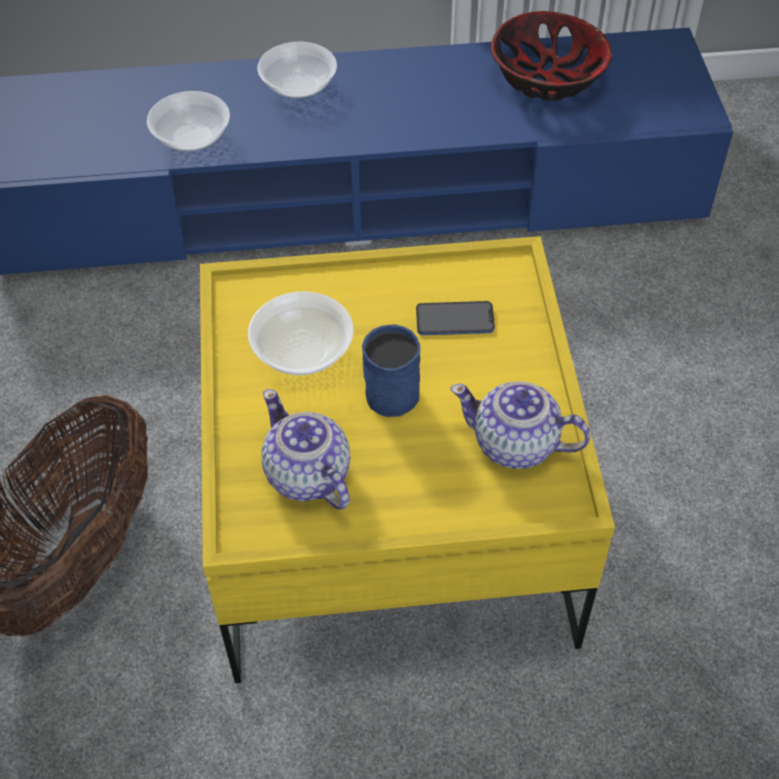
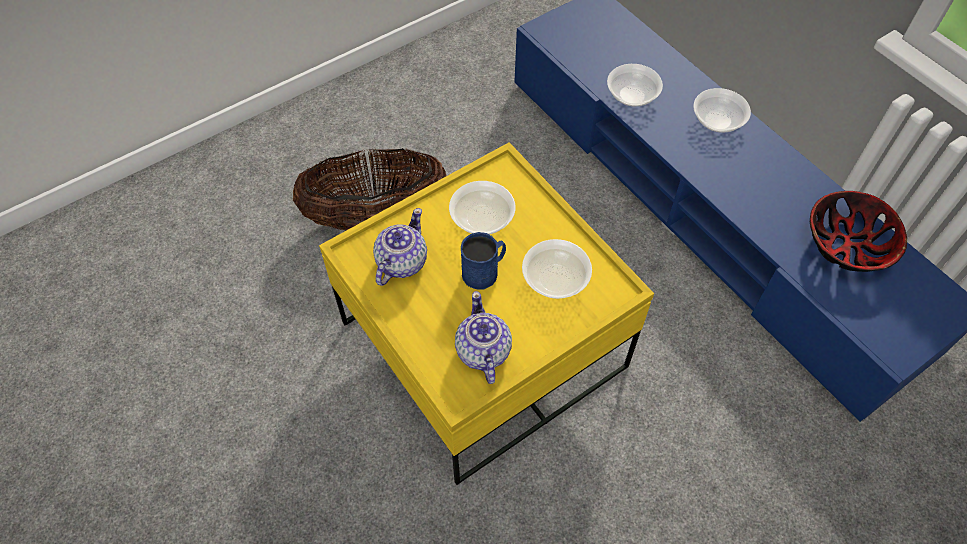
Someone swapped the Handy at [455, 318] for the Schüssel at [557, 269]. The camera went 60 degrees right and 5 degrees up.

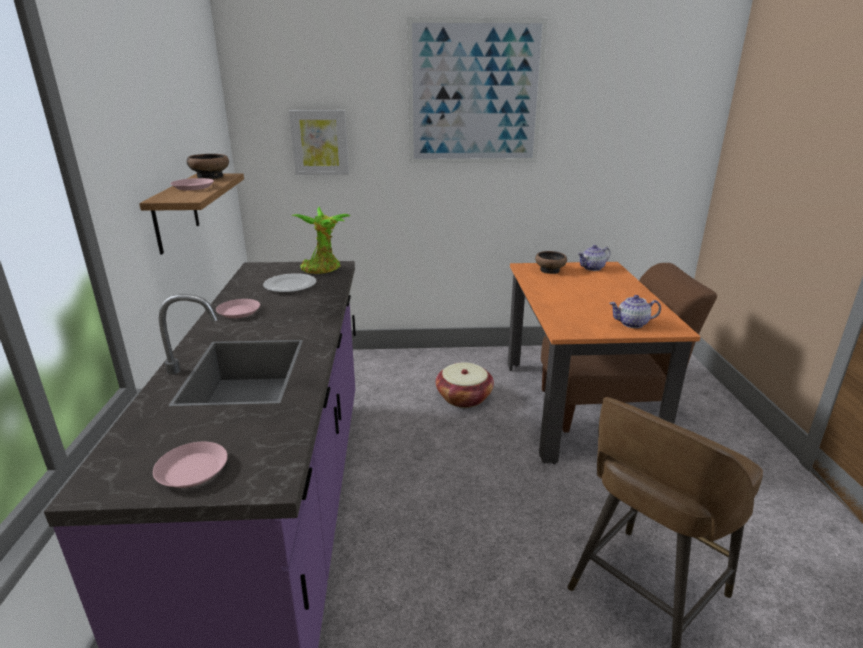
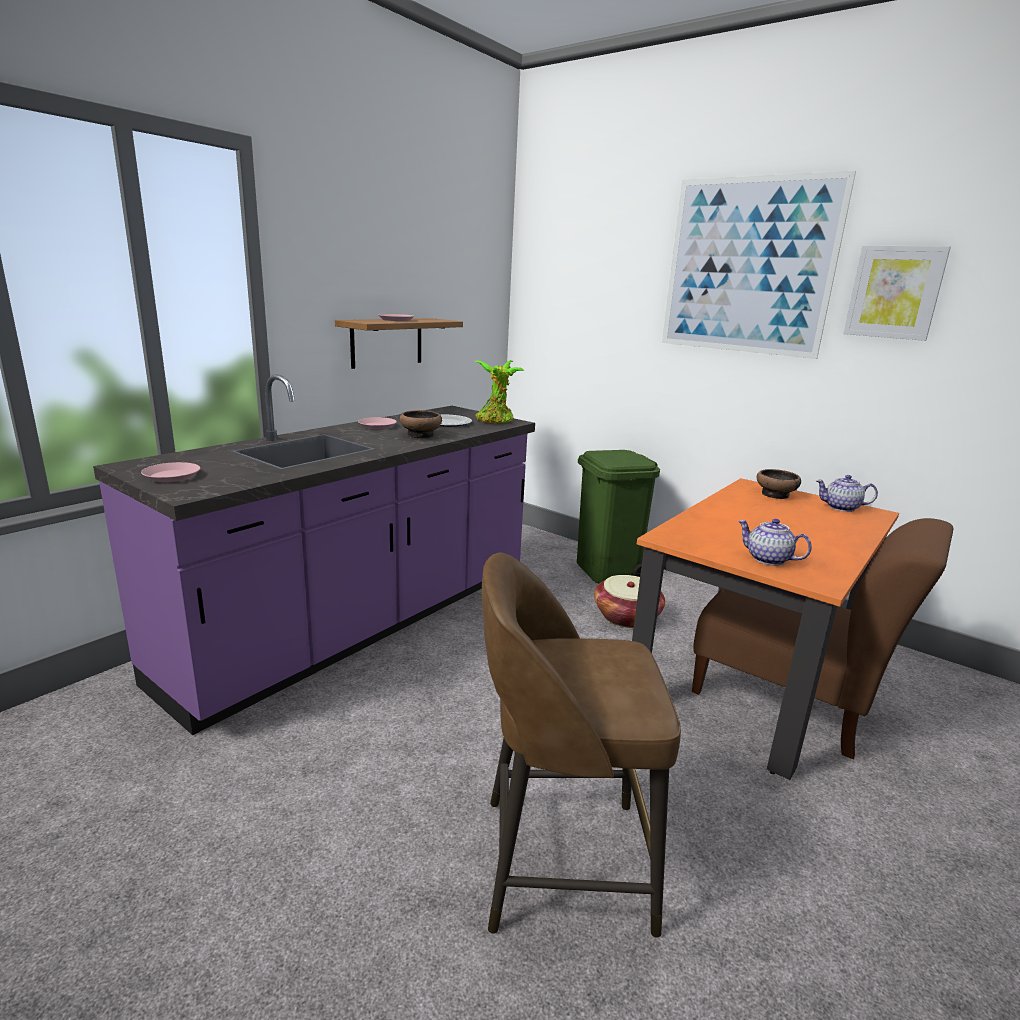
Someone put down the Mülleimer (grün) at [618, 517]. Someone carried the Schüssel from [208, 166] to [421, 424]. Someone carried the Bild from [319, 142] to [897, 293]. The camera went 40 degrees right and 5 degrees down.

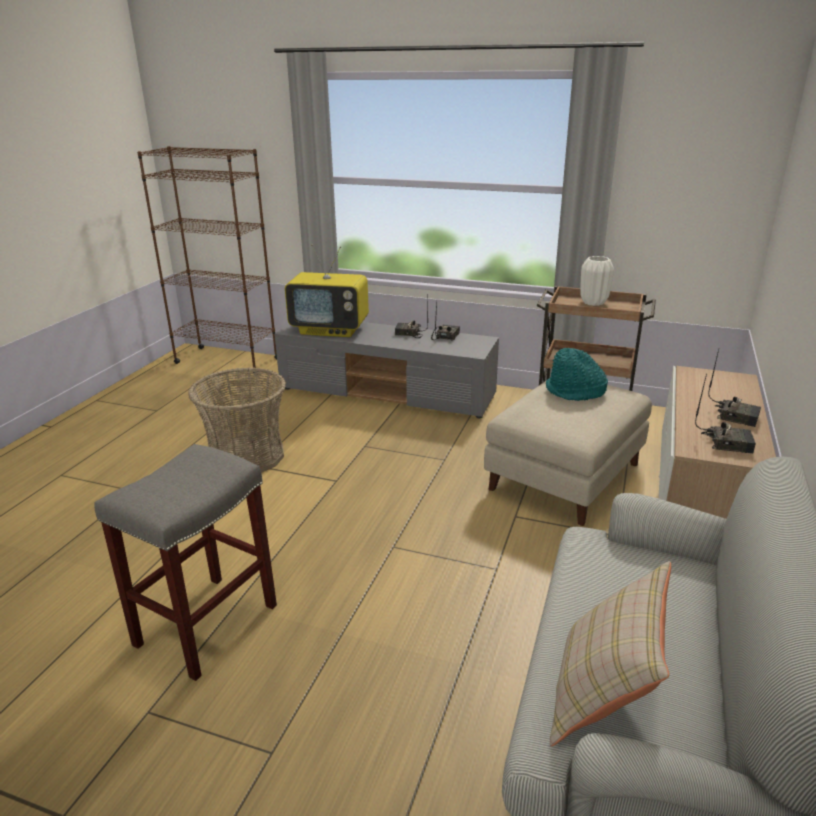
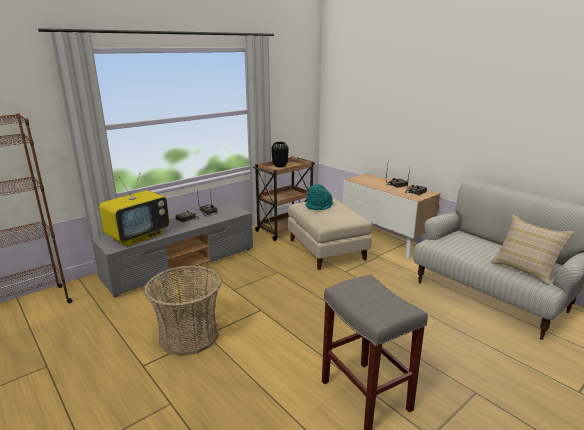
Someone repainted the Vase (weiß) at [597, 281], which became the Vase (schwarz) at [280, 155]. The camera went 60 degrees left and 5 degrees down.

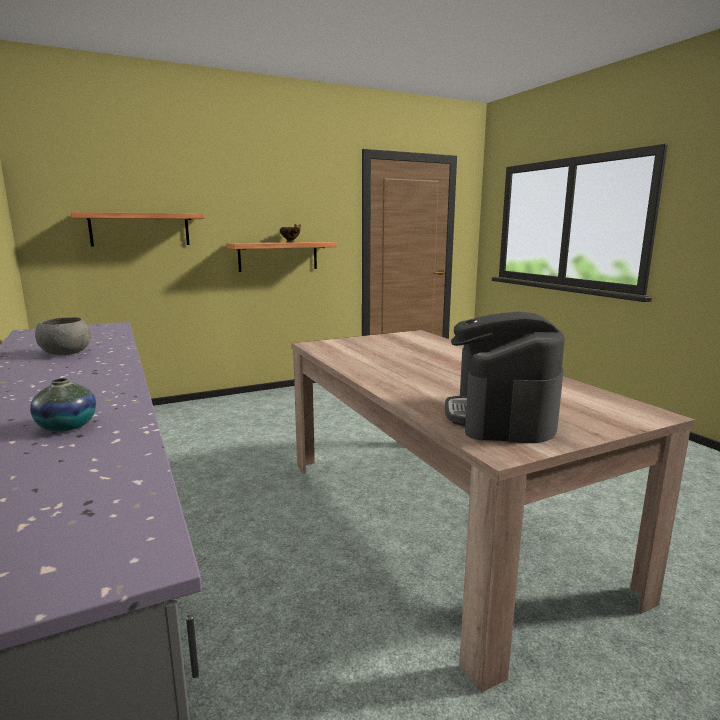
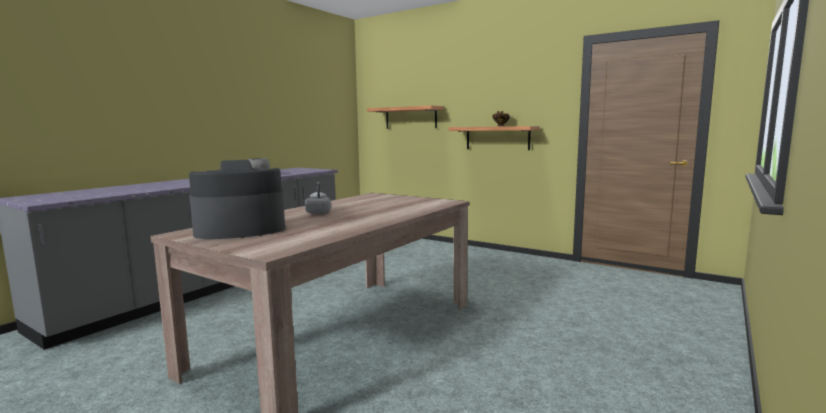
Someone took away the Vase at [63, 405]. Someone put down the Wasserkessel (grau) at [318, 198]. The camera went 60 degrees right and 5 degrees down.

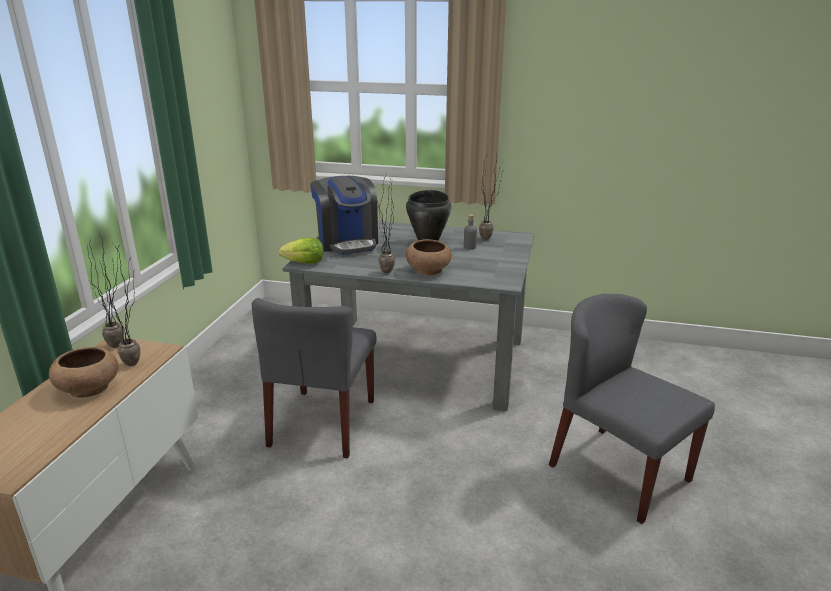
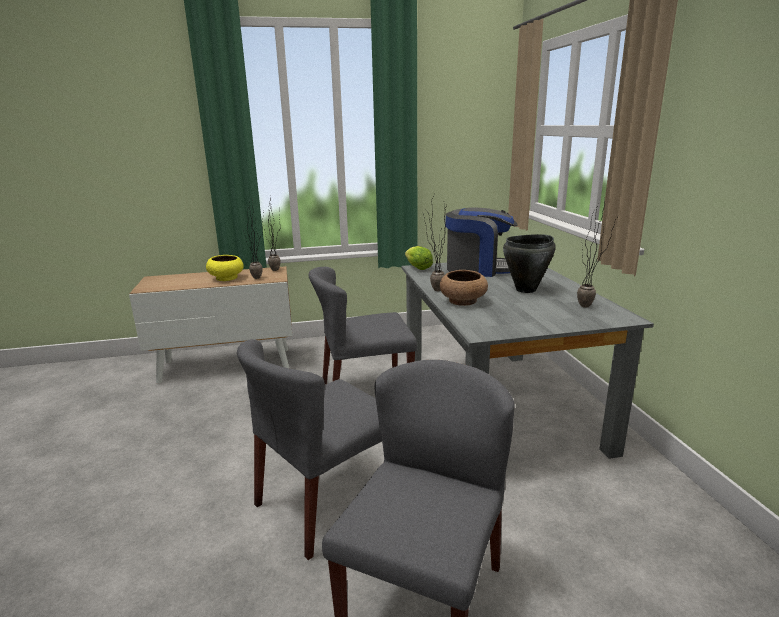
Someone took away the Flasche (grau) at [470, 232]. Someone put down the Stuhl (grau) at [309, 449]. Someone repainted the Schüssel (braun) at [84, 372], which became the Schüssel (gelb) at [225, 268]. Someone rotated the Kaffeemaschine at [344, 215] by 120 degrees counterclockwise. The camera went 65 degrees right and 5 degrees down.

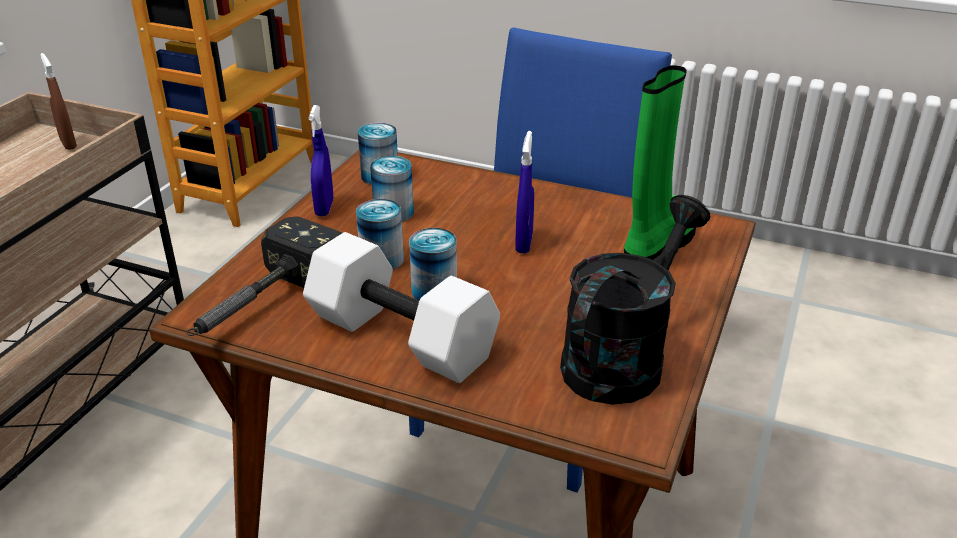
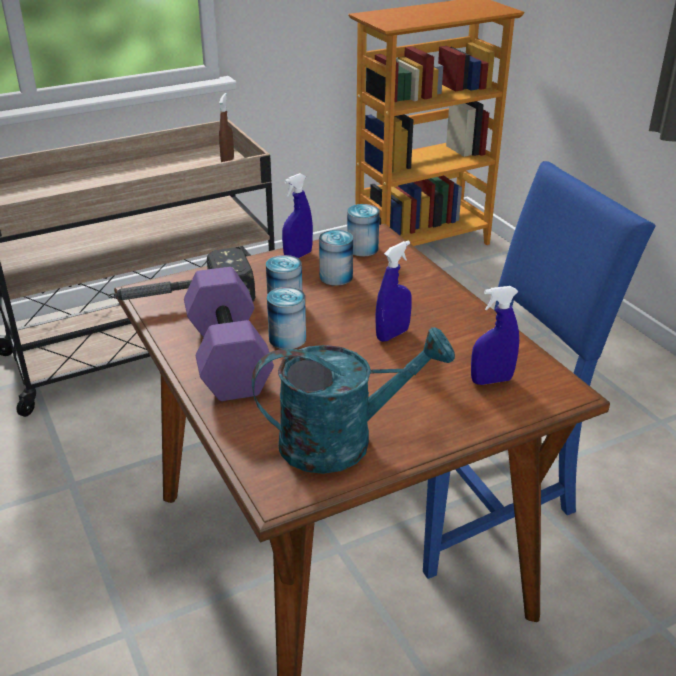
Someone swapped the Stiefel (grün) at [660, 162] for the Sprühflasche (blau) at [495, 335]. Someone repainted the Hantel (weiß) at [401, 307], which became the Hantel (lila) at [229, 334]. Someone repainted the Gießkanne (schwarz) at [635, 300], which became the Gießkanne (türkis) at [353, 400]. The camera went 40 degrees right and 0 degrees up.

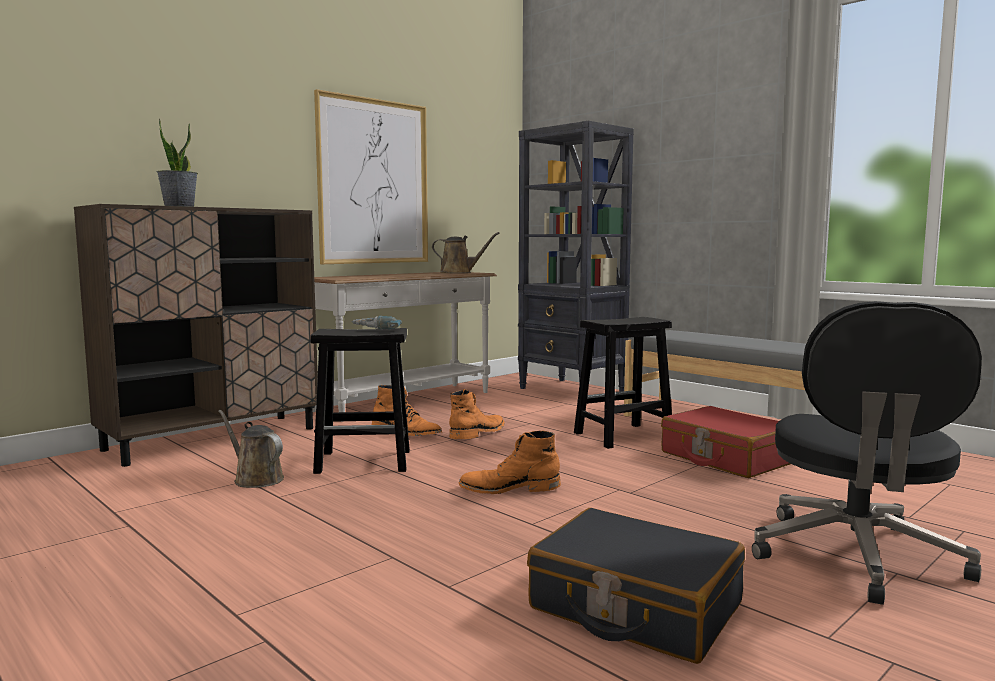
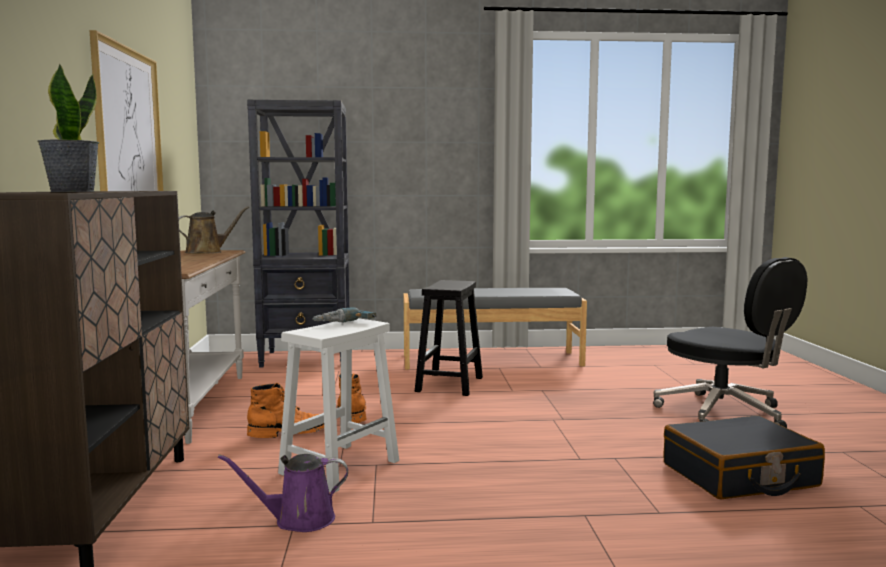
Someone took away the Stiefel (orange) at [510, 462]. Someone took away the Koffer (rot) at [725, 442]. Someone repainted the Gießkanne (braun) at [251, 449], which became the Gießkanne (lila) at [283, 493]. Someone repainted the Hocker (schwarz) at [360, 401], which became the Hocker (weiß) at [338, 405]. The camera went 50 degrees left and 0 degrees up.

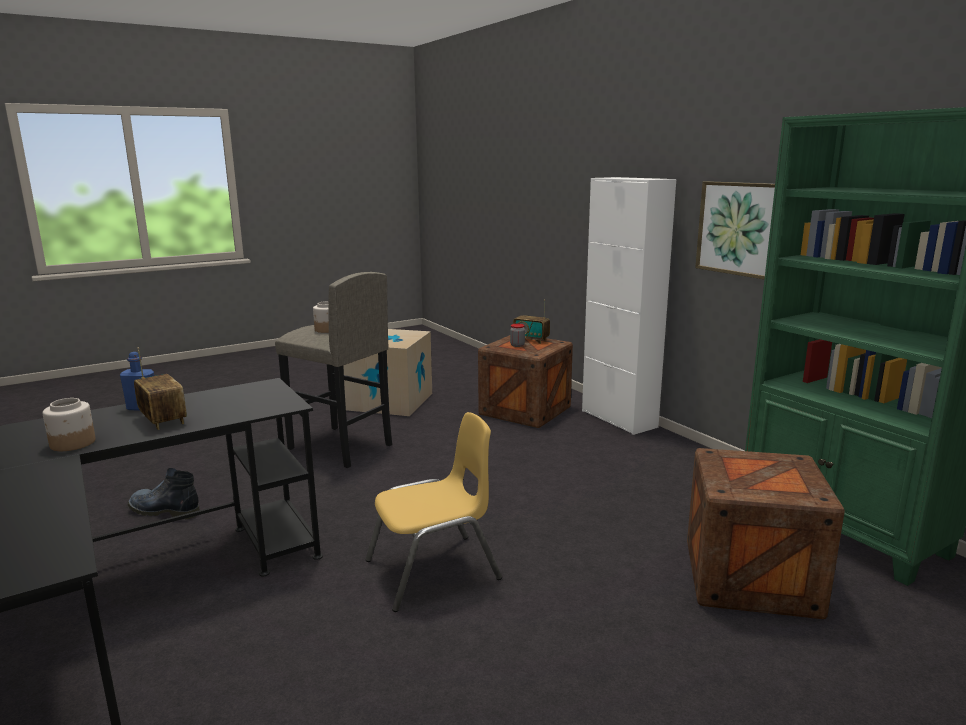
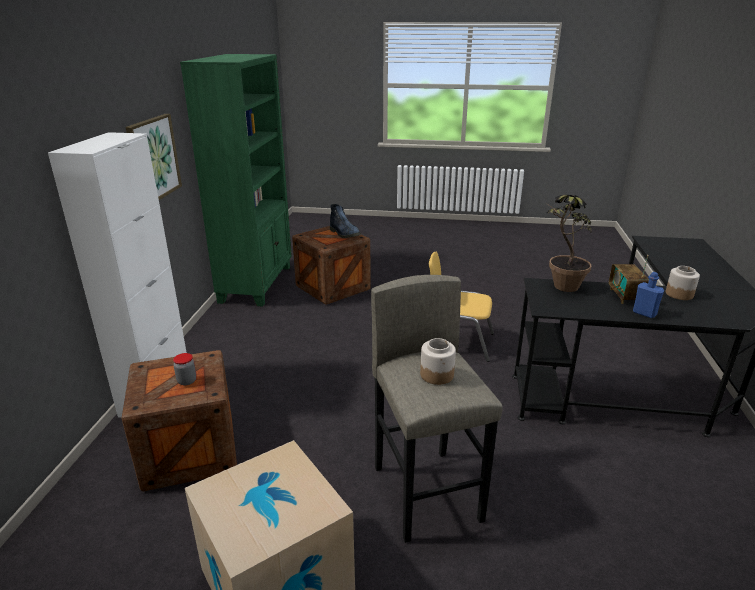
Someone took away the Radio at [531, 322]. Someone put down the Topfpflanze at [569, 243]. Someone carried the Stiefel from [164, 493] to [345, 221]. The camera went 140 degrees left and 10 degrees up.

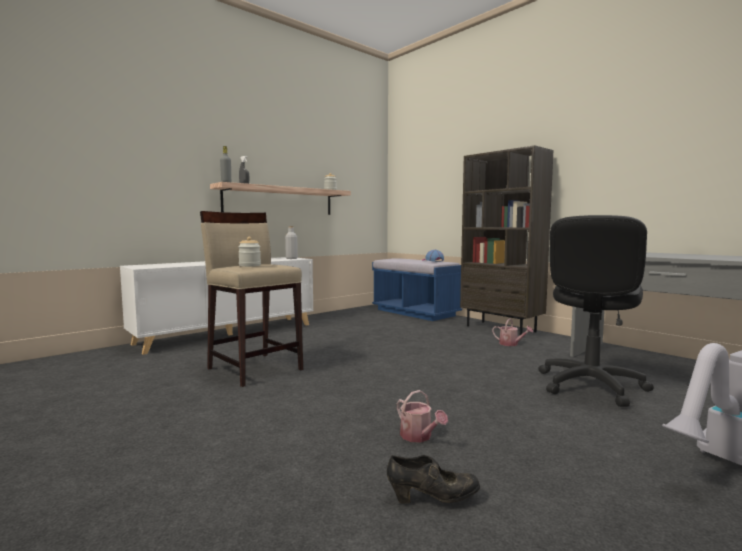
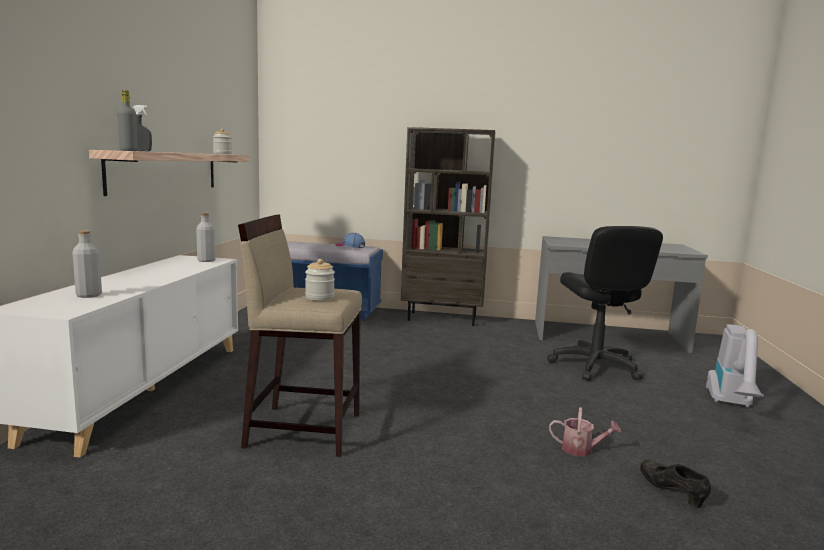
Someone took away the Gießkanne at [512, 332]. Someone put down the Flasche (grau) at [87, 264]. Someone rotated the Schuh (schwarz) at [433, 479] by 75 degrees counterclockwise. The camera went 40 degrees left and 5 degrees up.

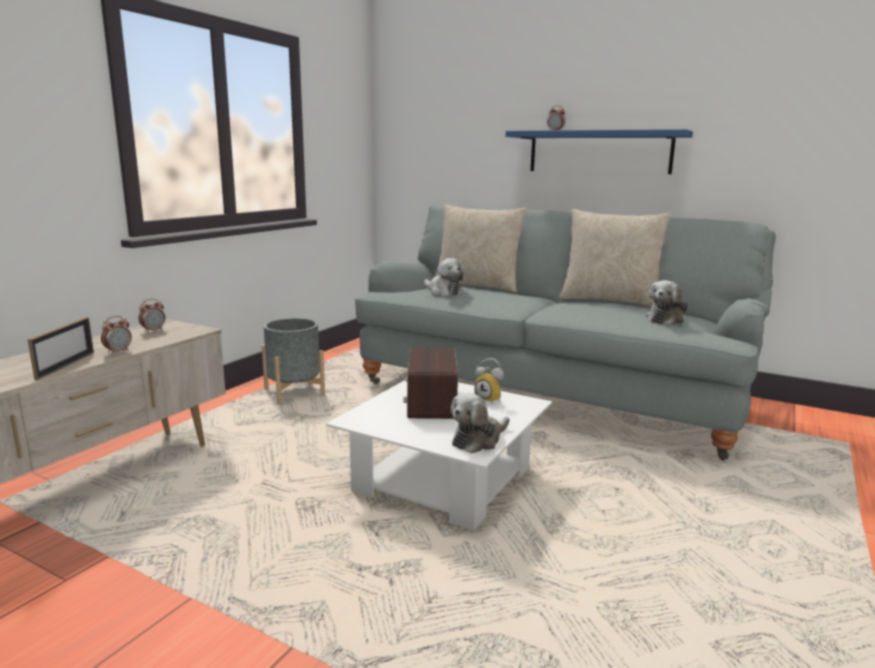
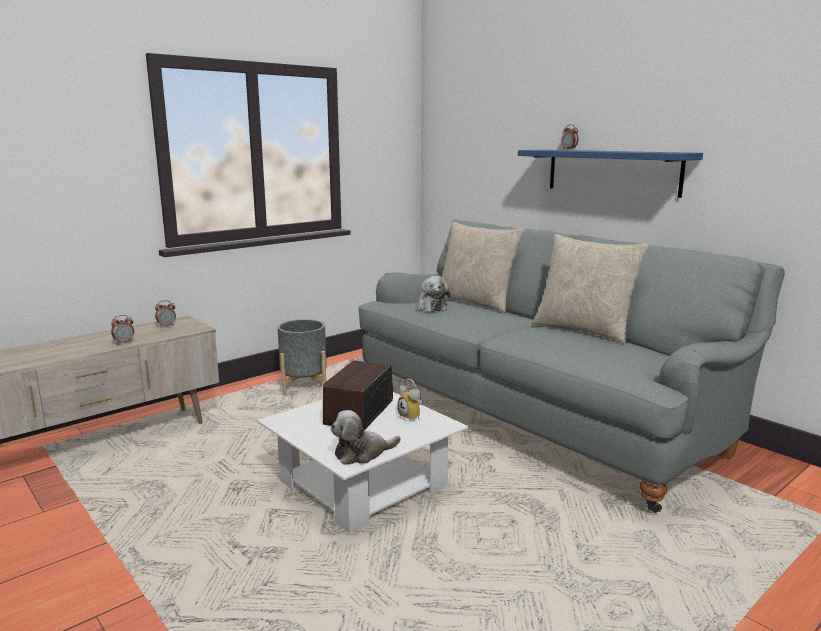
Someone took away the Bilderrahmen at [61, 348]. Someone took away the Plüschtier at [666, 303]. The camera went 20 degrees right and 0 degrees up.

